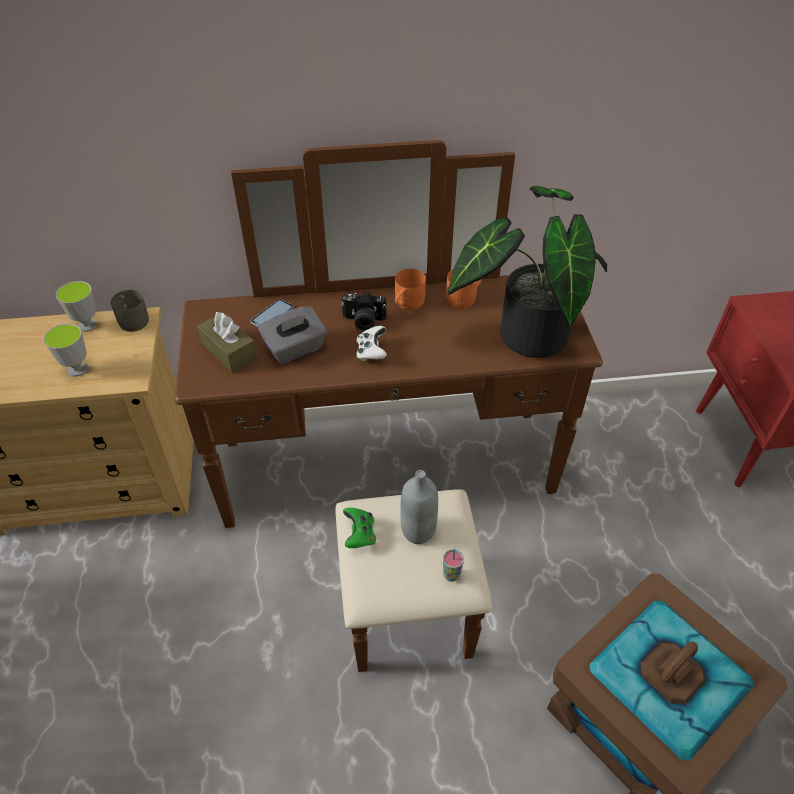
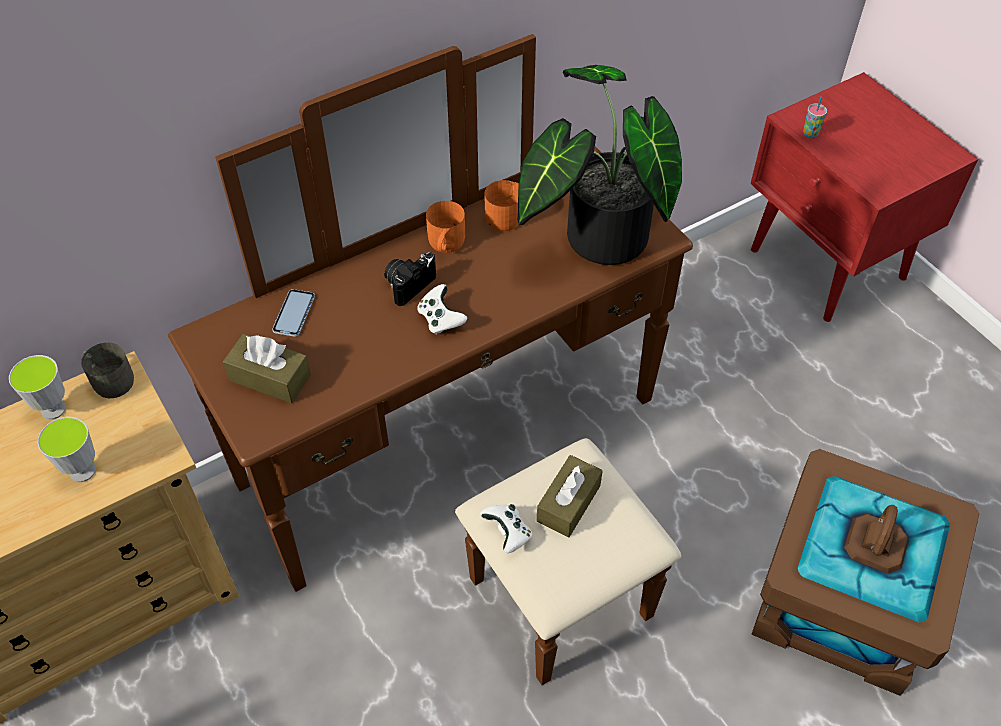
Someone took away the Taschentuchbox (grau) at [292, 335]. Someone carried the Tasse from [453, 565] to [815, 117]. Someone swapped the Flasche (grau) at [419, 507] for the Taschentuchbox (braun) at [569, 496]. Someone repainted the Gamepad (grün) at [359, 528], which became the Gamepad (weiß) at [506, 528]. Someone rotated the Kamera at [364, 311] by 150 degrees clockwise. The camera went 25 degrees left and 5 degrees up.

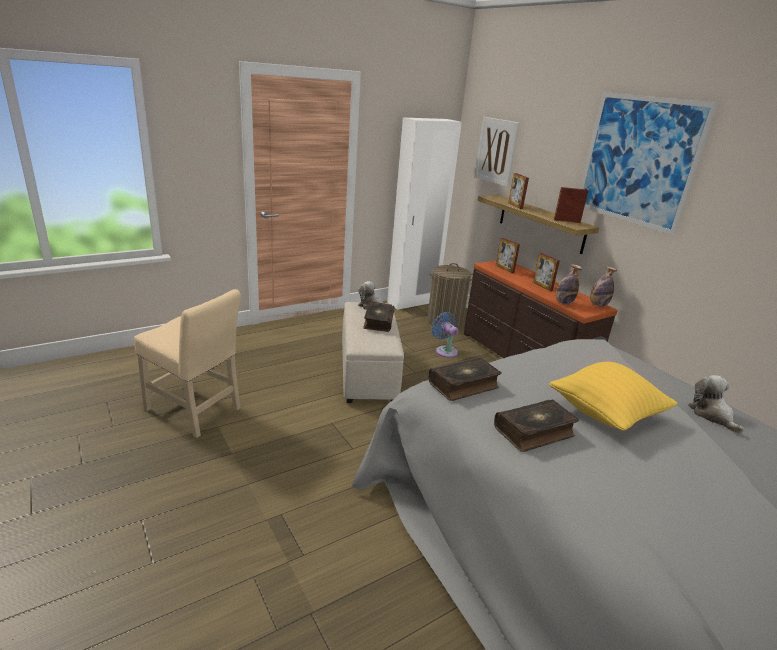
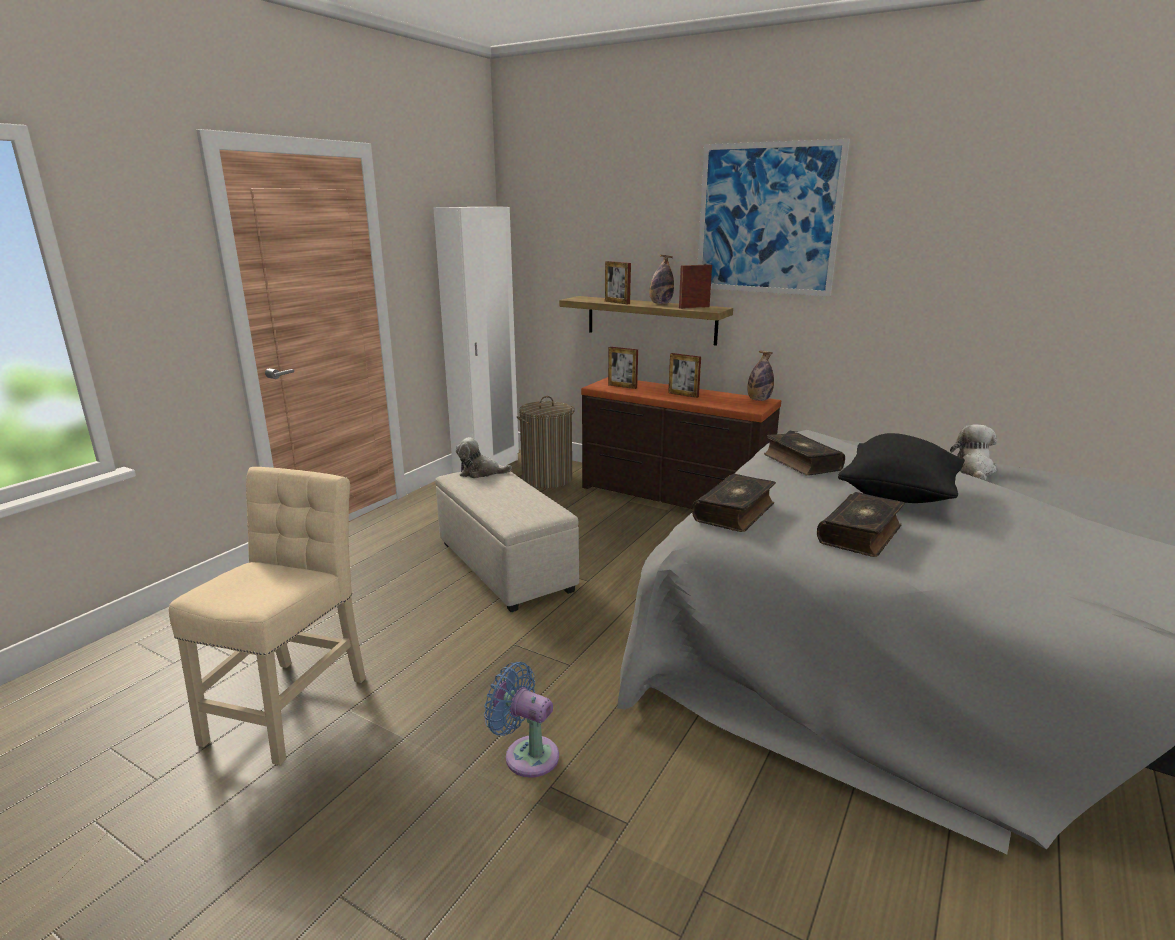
Someone took away the Bild at [497, 152]. Someone carried the Buch from [379, 316] to [804, 454]. Someone carried the Ventilator (blau) from [445, 335] to [521, 720]. Someone carried the Flasche from [569, 284] to [661, 279]. Someone repainted the Kissen (gelb) at [613, 396], which became the Kissen (schwarz) at [901, 468]. Someone rotated the Stuhl (beige) at [187, 363] by 75 degrees counterclockwise. Someone rotated the Plüschtier at [716, 404] by 60 degrees clockwise. The camera went 25 degrees left and 5 degrees down.

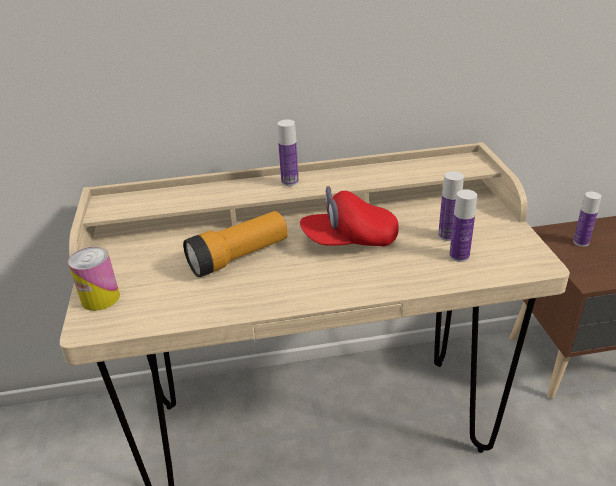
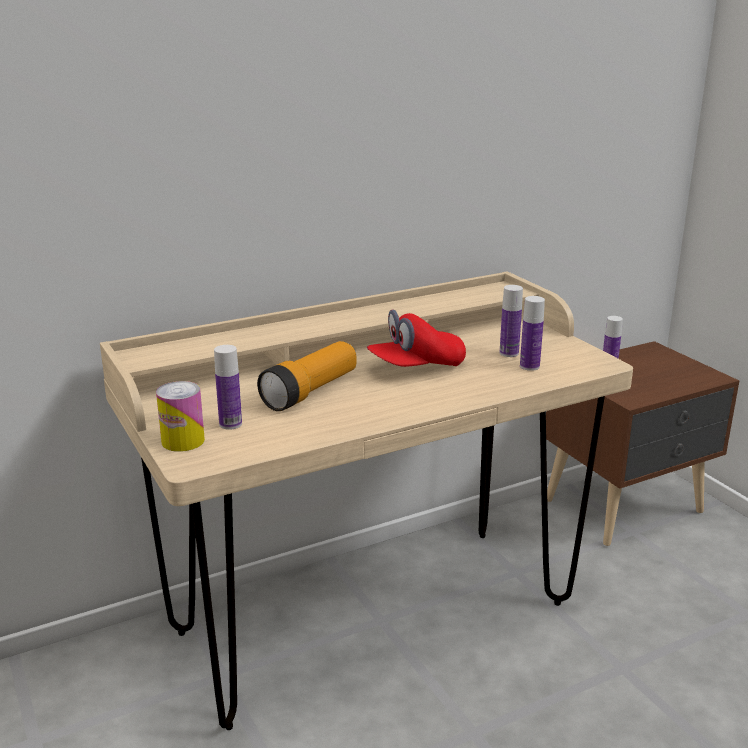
Someone carried the Flasche from [288, 153] to [228, 387]. The camera went 20 degrees left and 10 degrees down.

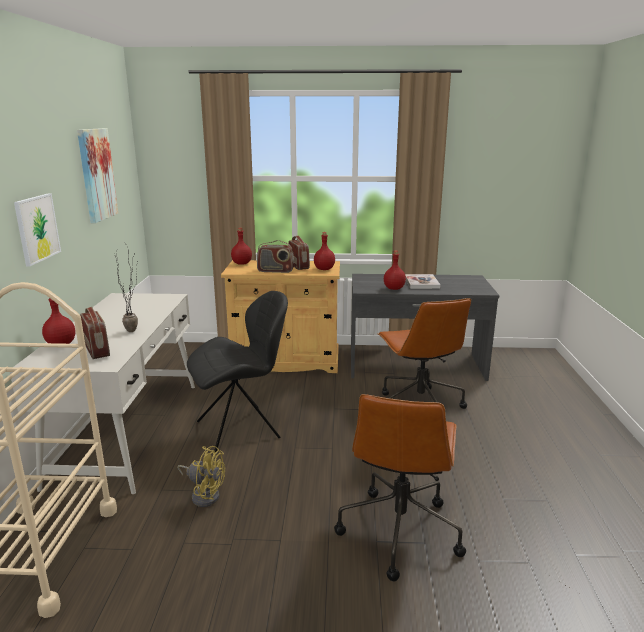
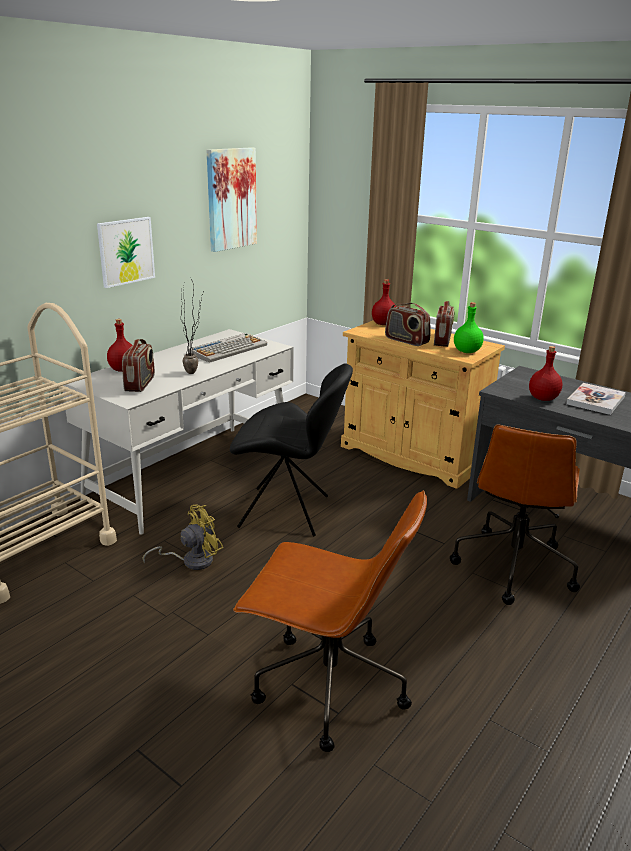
Someone put down the Tastatur at [228, 348]. Someone repainted the Flasche (rot) at [324, 251], which became the Flasche (grün) at [469, 327]. Someone rotated the Ventilator (gelb) at [201, 476] by 90 degrees counterclockwise. Someone rotated the Bürostuhl (braun) at [400, 487] by 120 degrees counterclockwise. The camera went 35 degrees right and 5 degrees up.

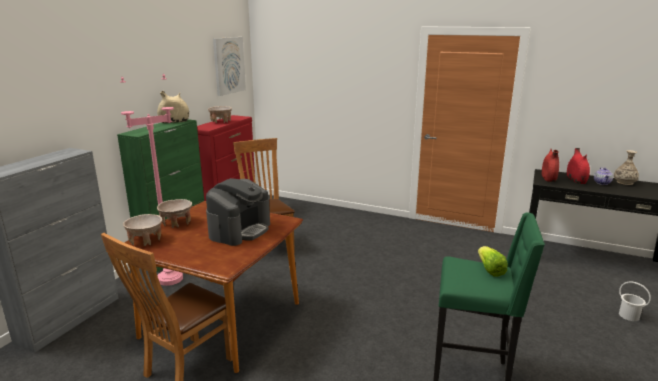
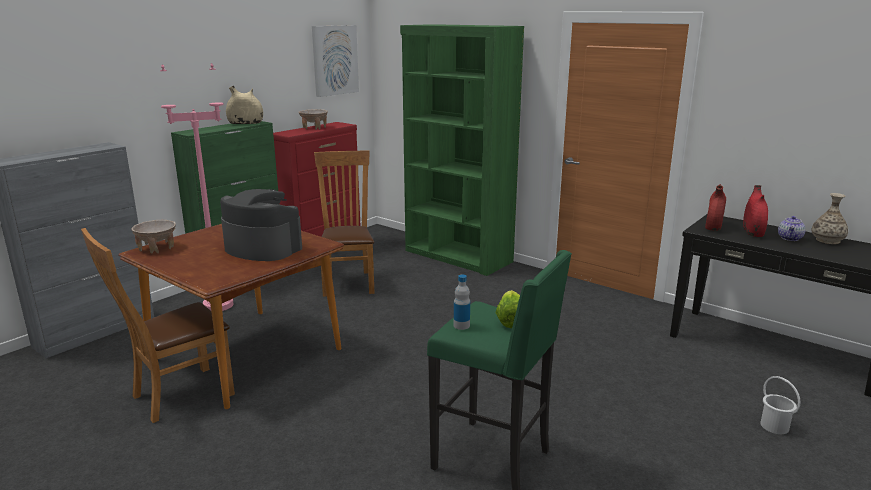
Someone took away the Schüssel (beige) at [174, 213]. Someone put down the Bücherregal (grün) at [462, 150]. Someone put down the Flasche at [462, 302]. Someone rotated the Kaffeemaschine at [238, 212] by 105 degrees counterclockwise. The camera went 15 degrees right and 0 degrees up.

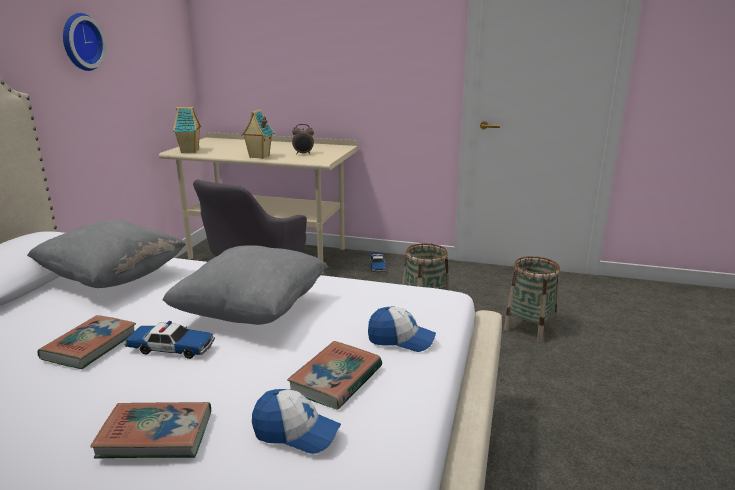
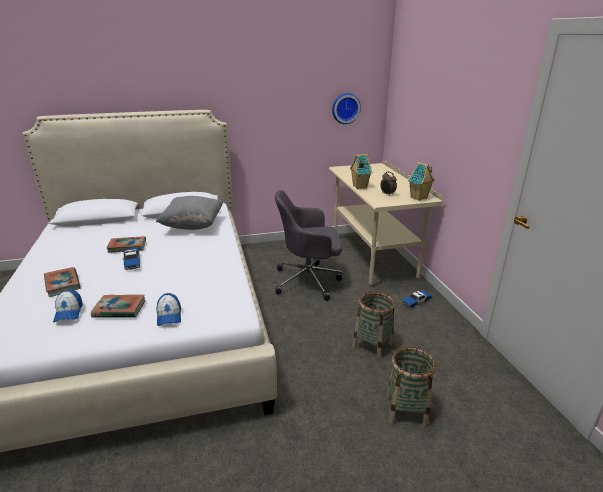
Someone took away the Kissen (grau) at [246, 285]. Someone carried the Wanduhr from [84, 42] to [346, 108]. Someone carried the Spielzeughaus from [187, 130] to [421, 181]. The camera went 60 degrees right and 5 degrees up.

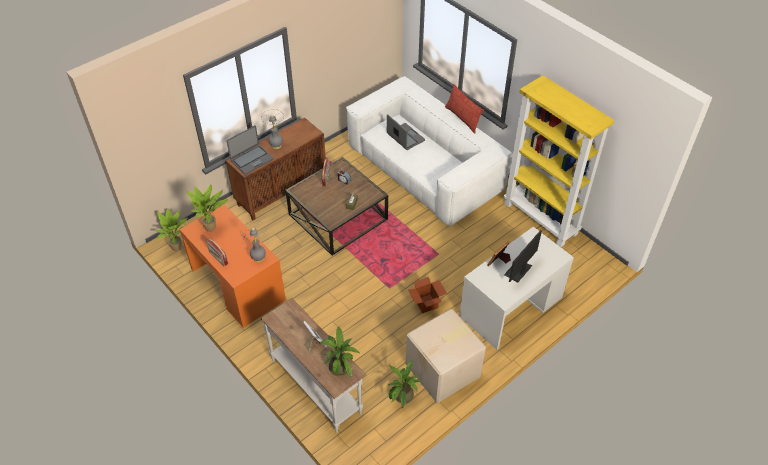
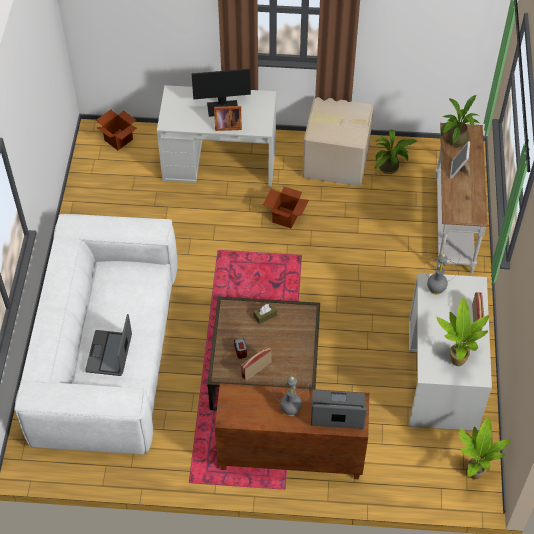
Someone took away the Kissen at [464, 108]. Someone took away the Bücherregal (gelb) at [559, 161]. Someone put down the Karton at [116, 129]. Someone repainted the Schreibtisch (orange) at [233, 266], which became the Schreibtisch (weiß) at [450, 352]. The camera went 135 degrees left and 5 degrees up.

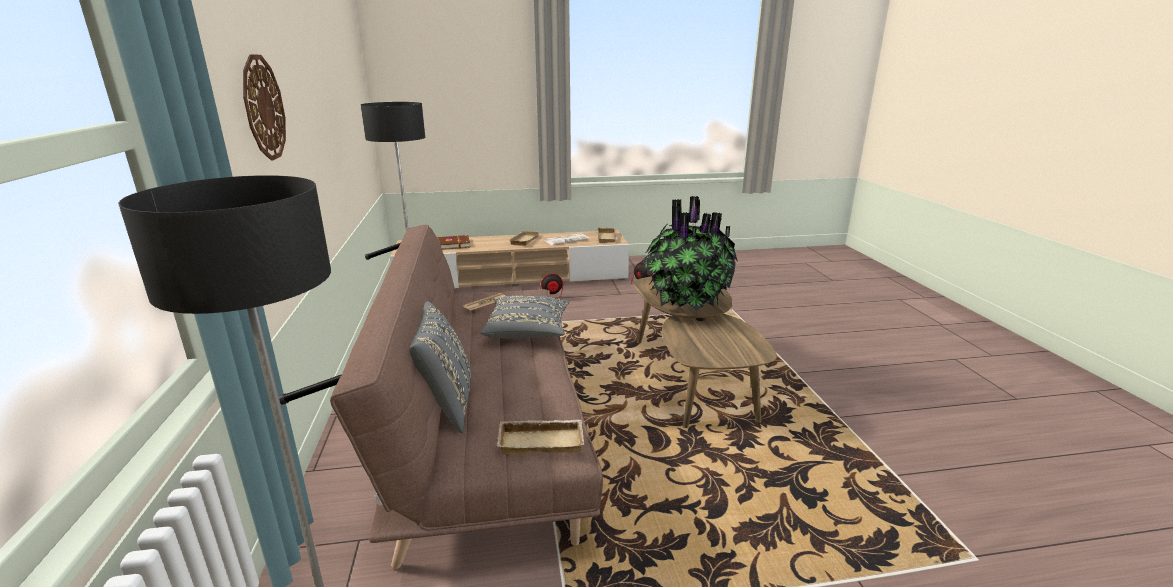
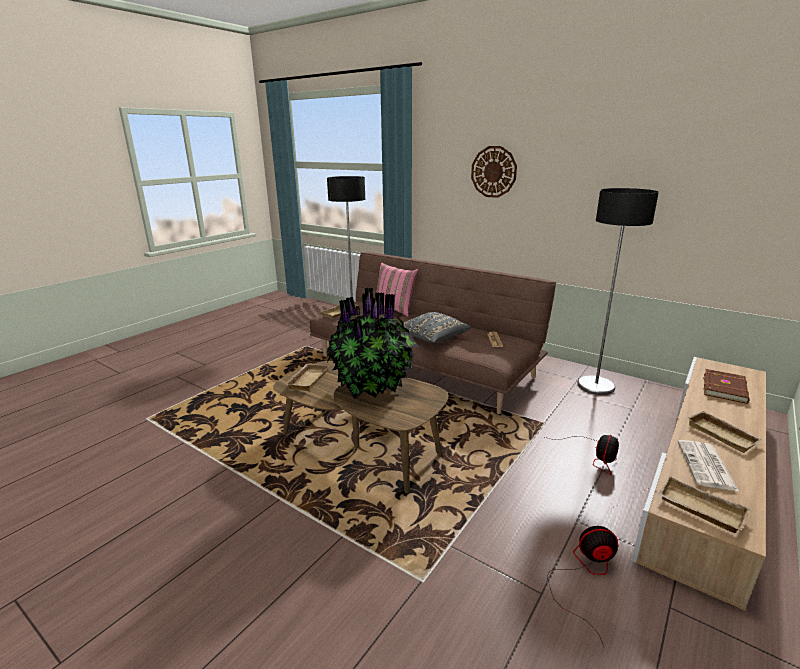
Someone put down the Tablett (beige) at [307, 377]. Someone repainted the Kissen (grau) at [440, 367], which became the Kissen (rosa) at [397, 290]. The camera went 135 degrees right and 0 degrees up.

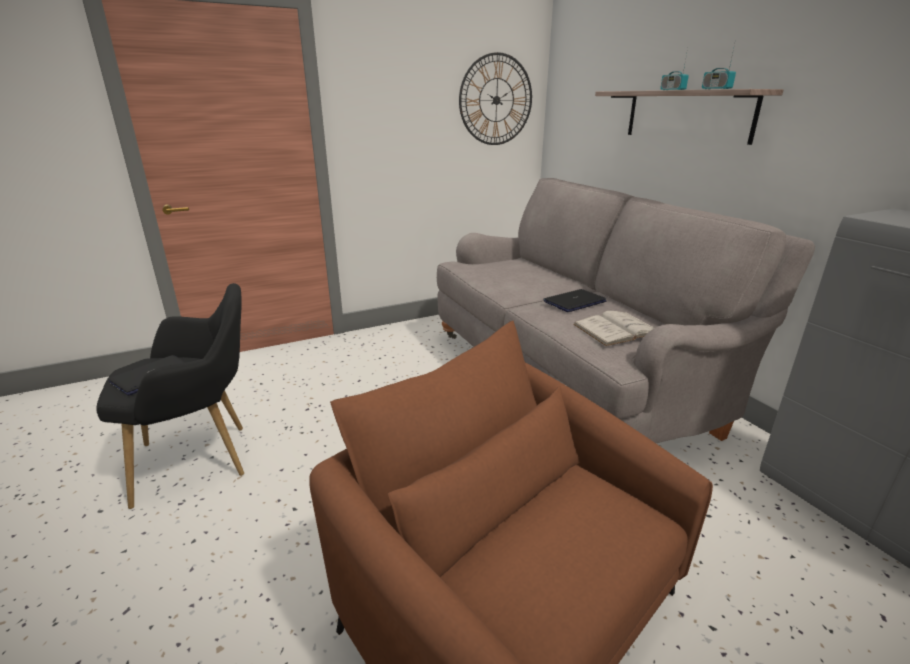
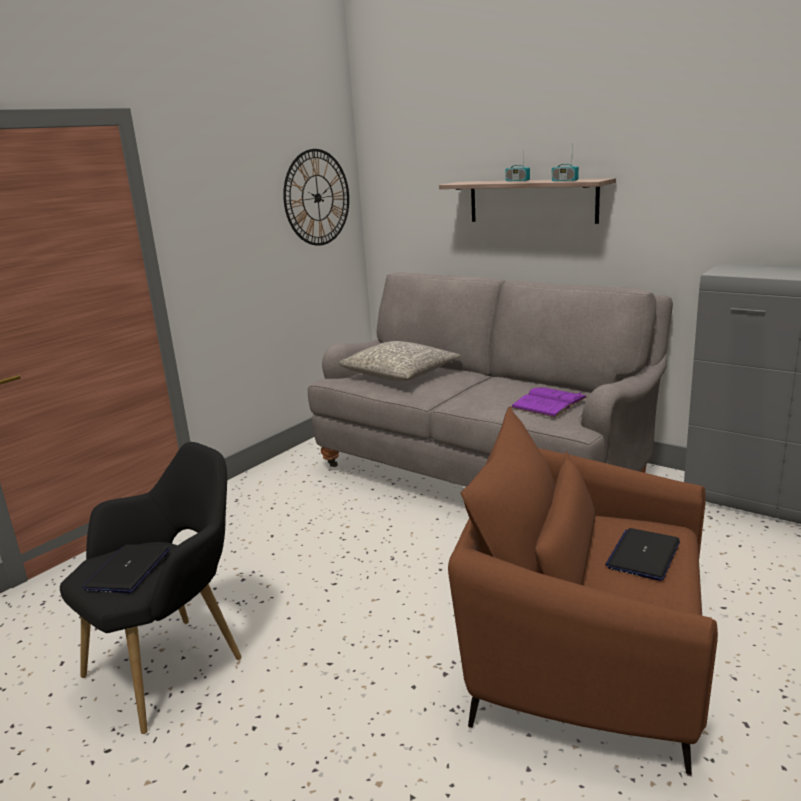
Someone put down the Kissen (grau) at [400, 361]. Someone carried the Laptop from [574, 300] to [642, 554]. Someone repainted the Buch (weiß) at [614, 328], which became the Buch (lila) at [549, 402]. The camera went 25 degrees left and 5 degrees down.

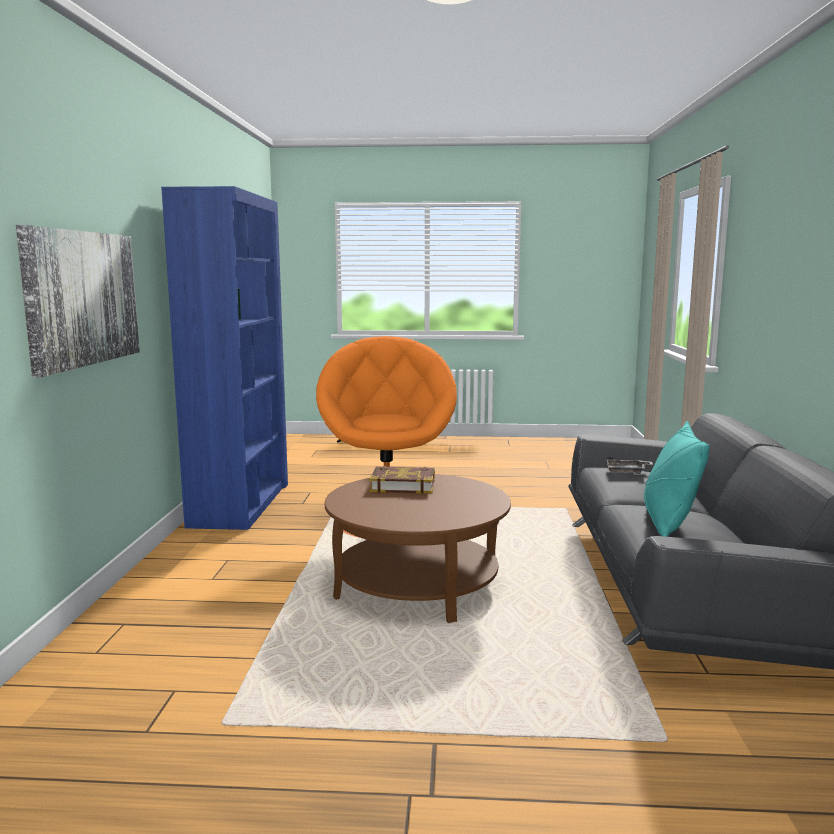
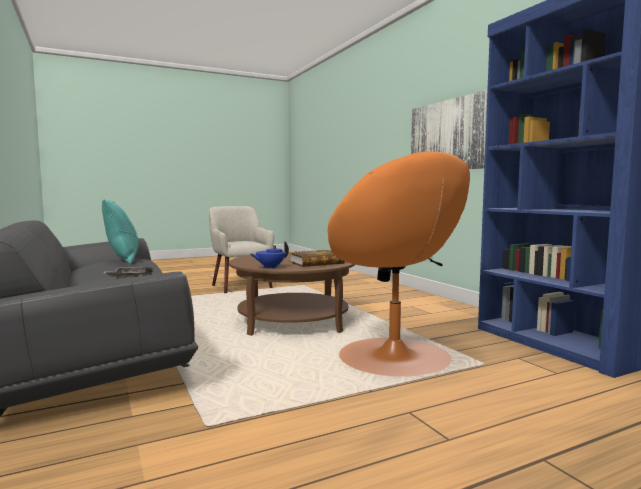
Someone put down the Sessel (beige) at [241, 249]. Someone put down the Teekanne (blau) at [269, 254]. The camera went 150 degrees right and 5 degrees down.

